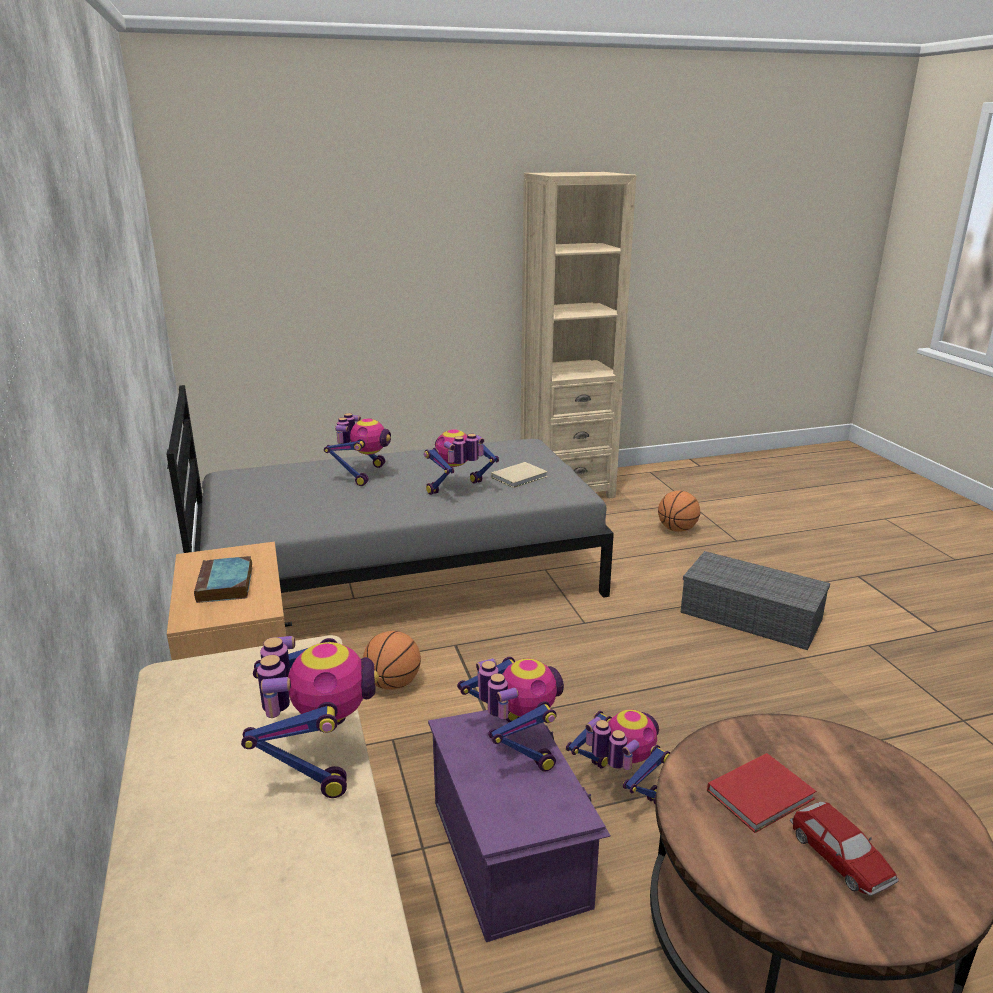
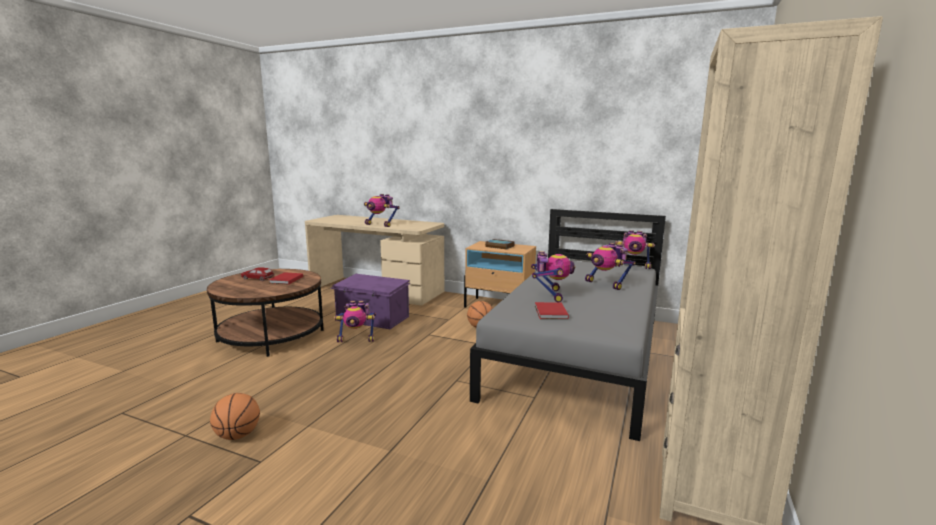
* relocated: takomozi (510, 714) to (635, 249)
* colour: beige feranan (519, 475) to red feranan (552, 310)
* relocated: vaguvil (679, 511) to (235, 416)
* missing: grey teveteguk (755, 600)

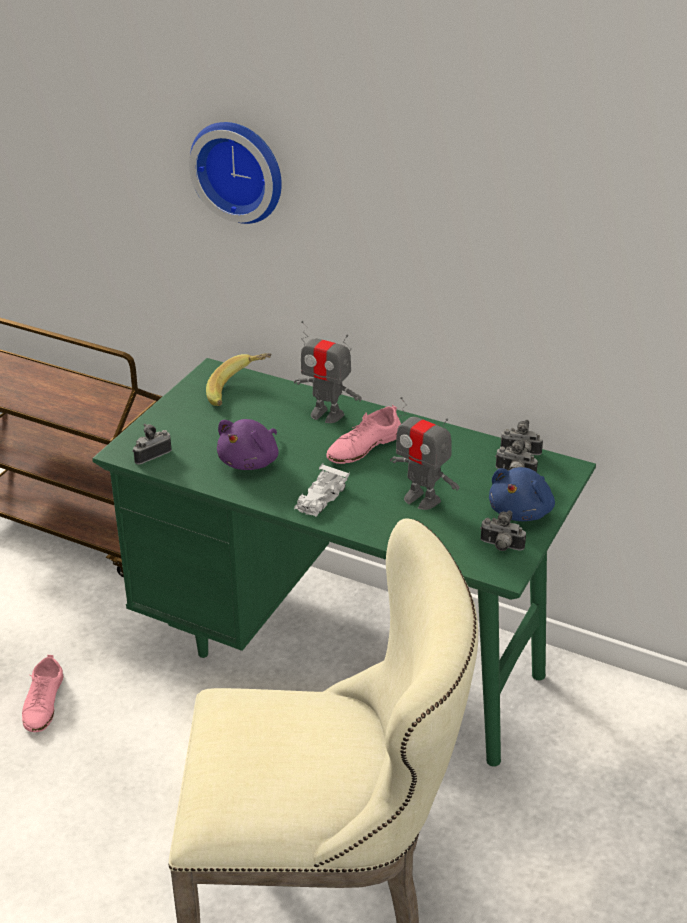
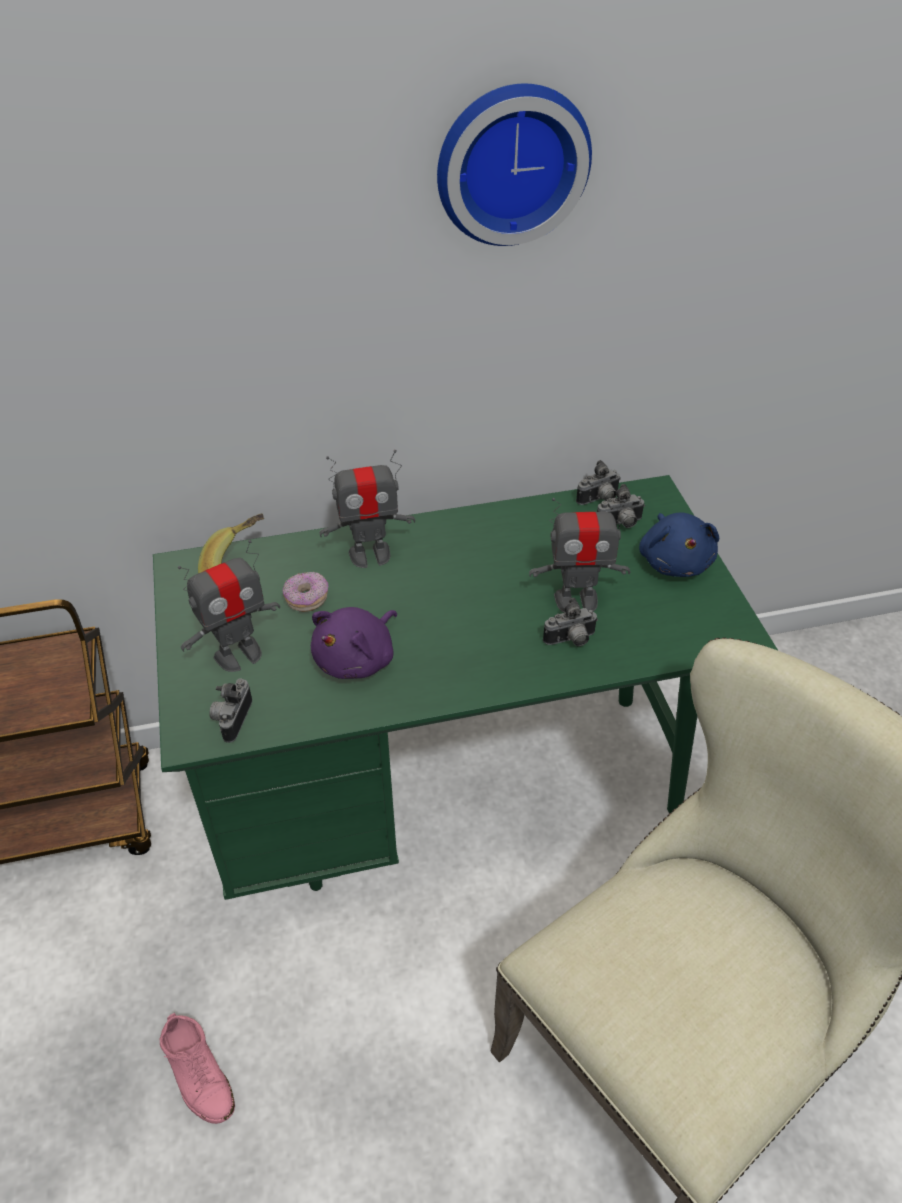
* relocated: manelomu (235, 173) to (514, 165)
* spun: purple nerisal (248, 444) = (354, 643) 45 degrees clockwise
* missing: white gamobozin (322, 490)
* missing: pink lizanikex (363, 434)
* relocated: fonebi (503, 531) to (570, 622)
* appeared: takomozi (229, 606)
* appeared: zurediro (305, 592)

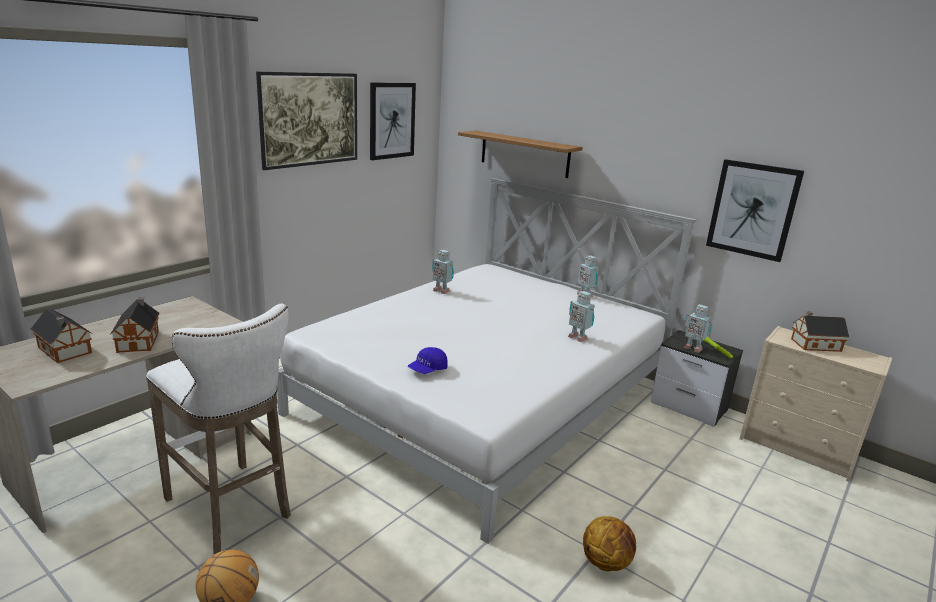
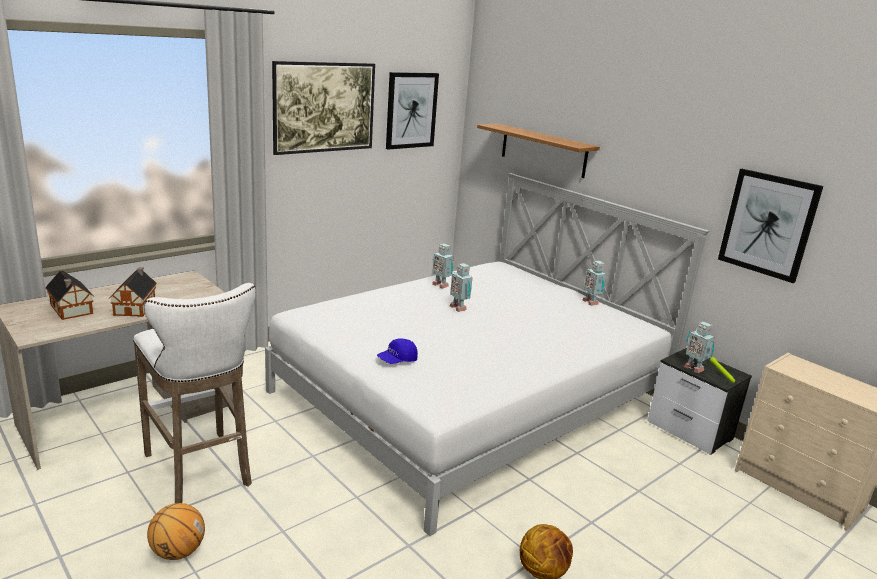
* relocated: takomozi (581, 316) to (461, 287)
* missing: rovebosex (820, 331)

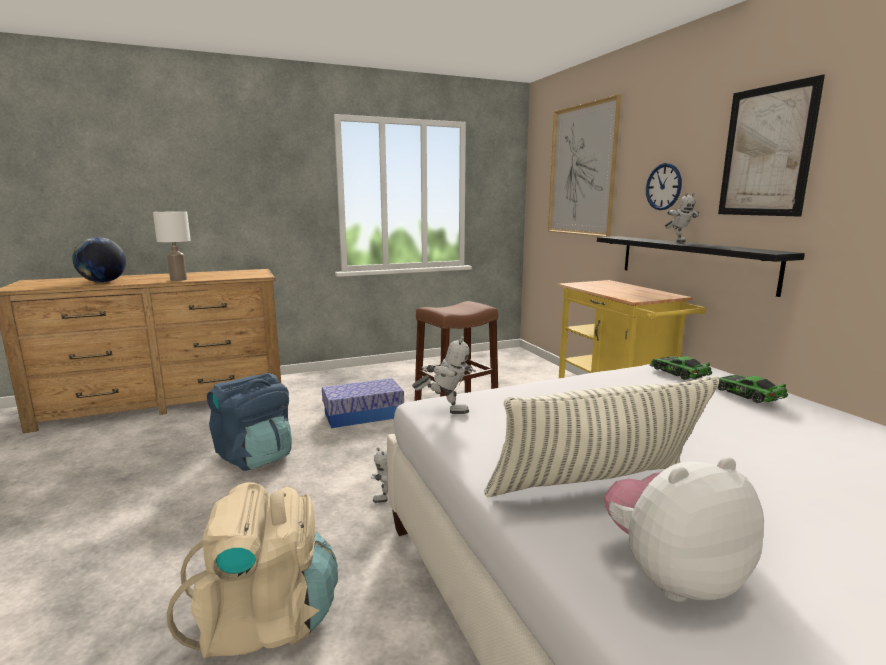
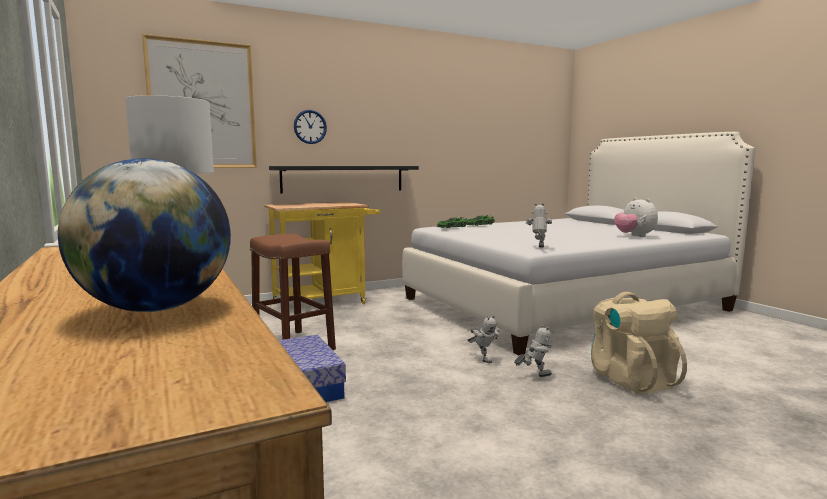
* missing: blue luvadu (249, 422)
* missing: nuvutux (601, 436)
* relocated: takomozi (682, 218) to (533, 350)
* missing: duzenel (771, 145)

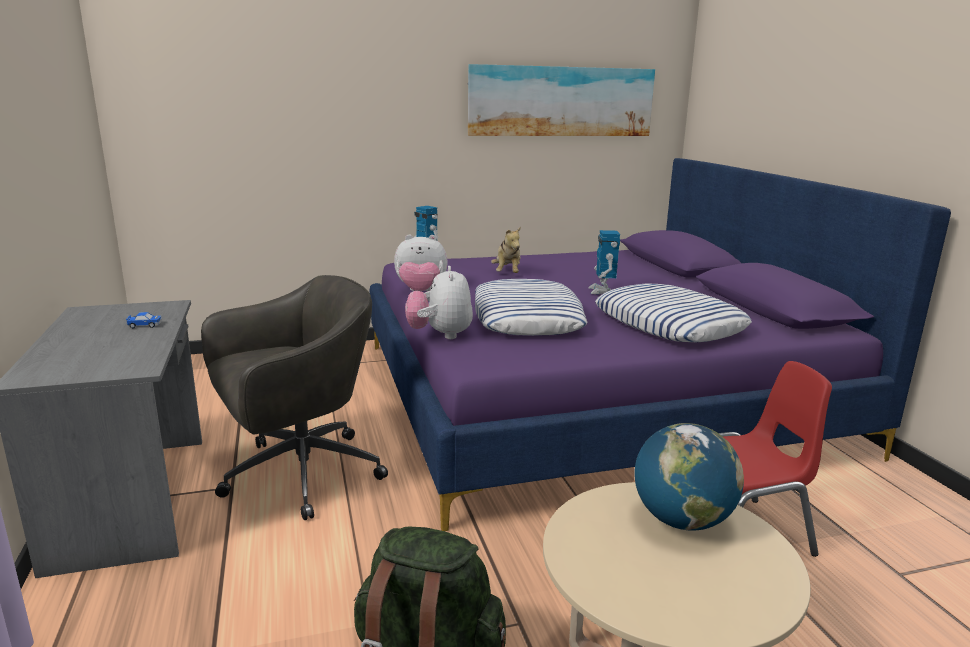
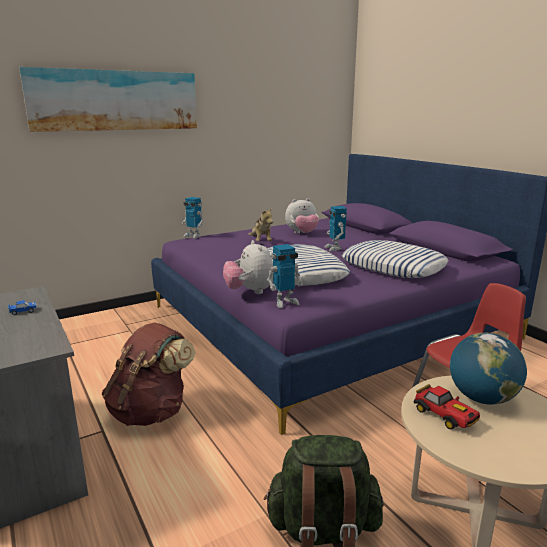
* exchanged: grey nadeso (294, 397) to brown luvadu (148, 374)
* relocated: nerisal (421, 262) to (302, 216)
* relocated: duzenel (561, 100) to (108, 99)
* appeared: takomozi (285, 276)
* appeared: gamobozin (446, 407)

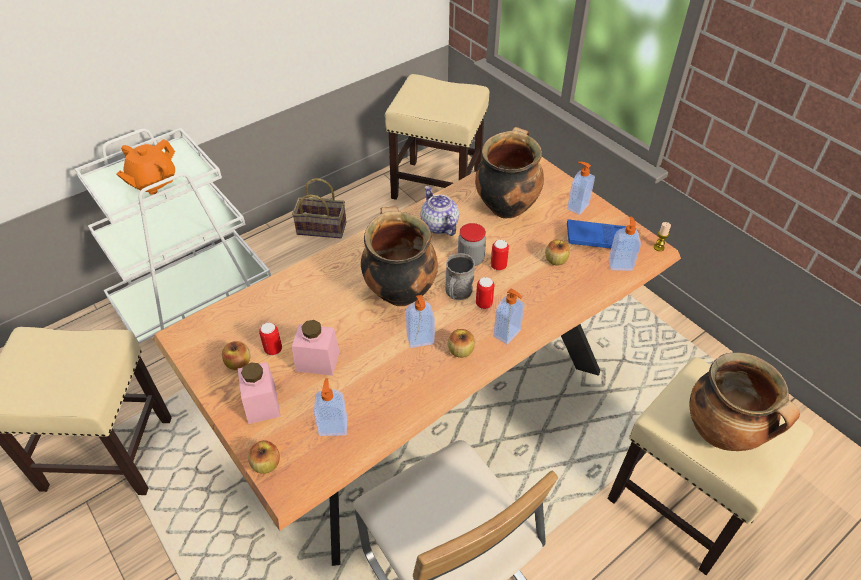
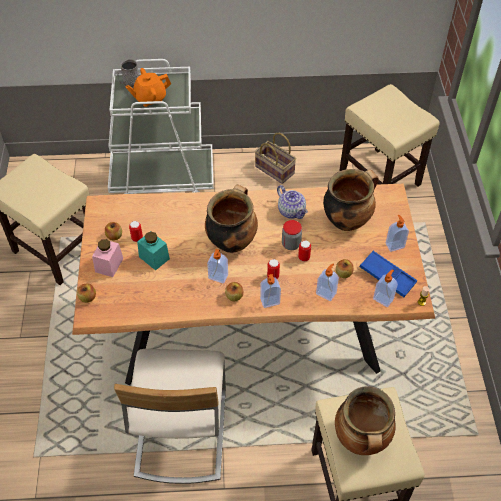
* colour: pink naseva (316, 348) to turquoise naseva (153, 250)
* relocated: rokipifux (330, 407) to (327, 282)
* spun: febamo (440, 211) = (292, 202) 135 degrees clockwise
* relocated: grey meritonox (460, 276) to (128, 73)

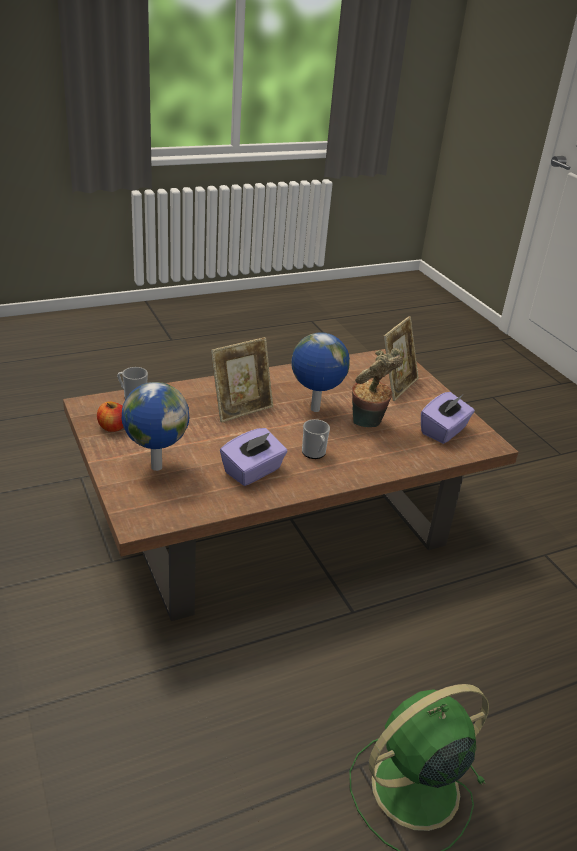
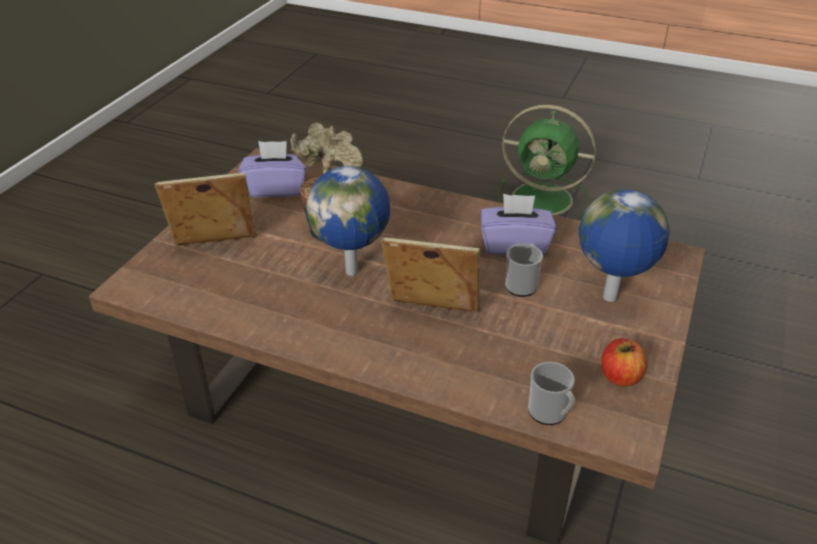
* relocated: meritonox (316, 439) to (524, 270)

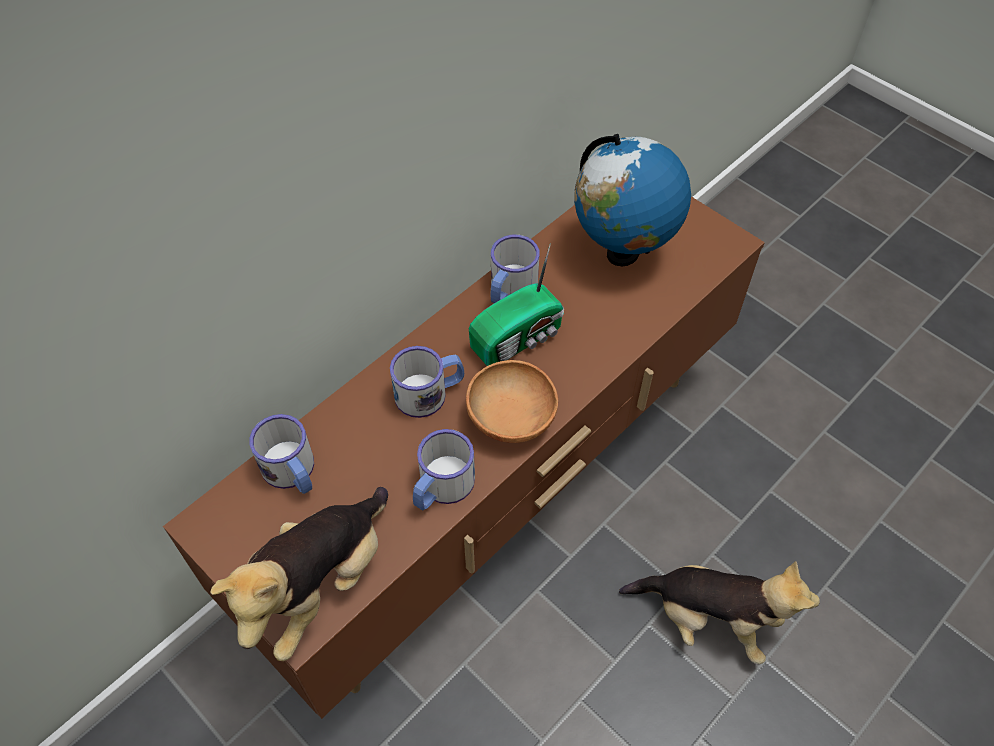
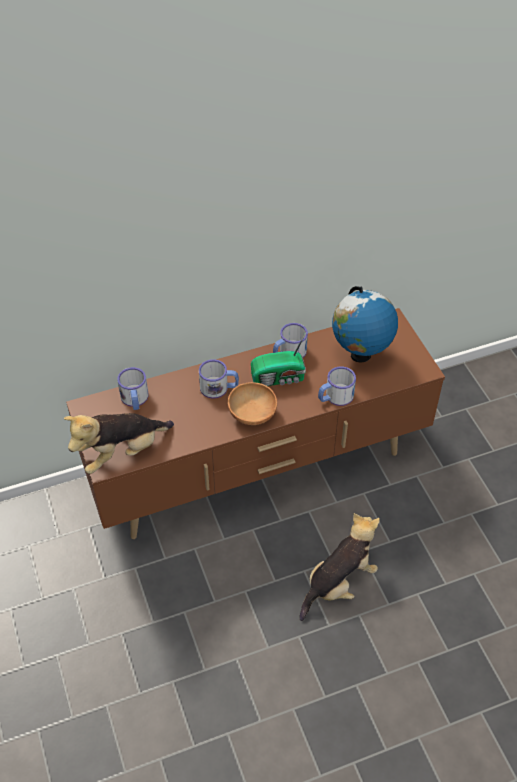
* relocated: meritonox (444, 470) to (337, 386)
* spun: nerisal (719, 613) = (340, 567) 90 degrees counterclockwise

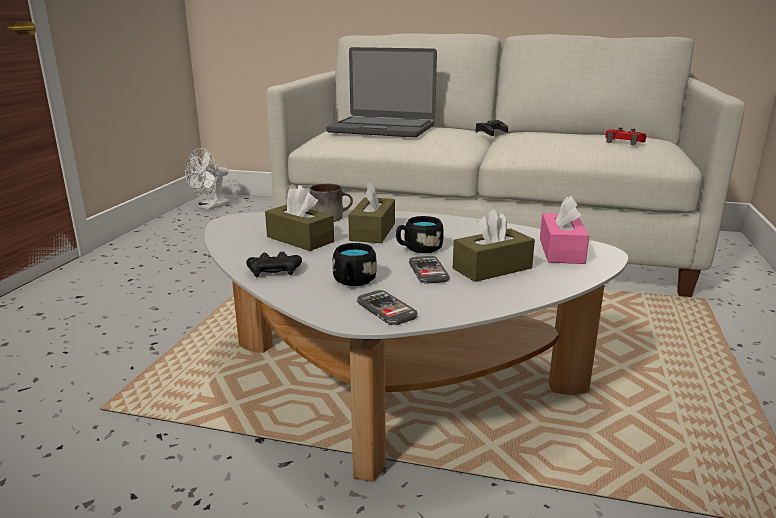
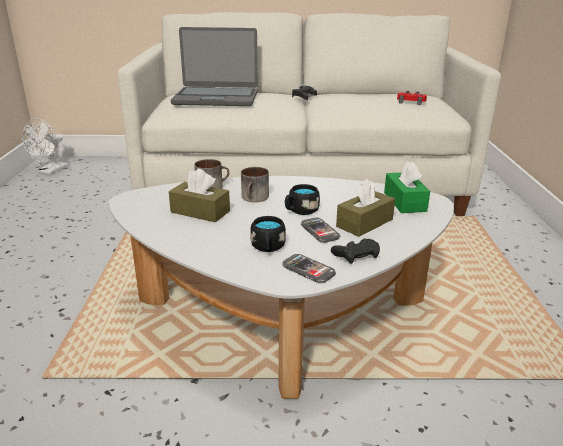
* relocated: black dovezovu (274, 264) to (355, 251)
* exchanged: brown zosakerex (371, 212) to meritonox (255, 184)
* colour: pink zosakerex (564, 230) to green zosakerex (407, 187)

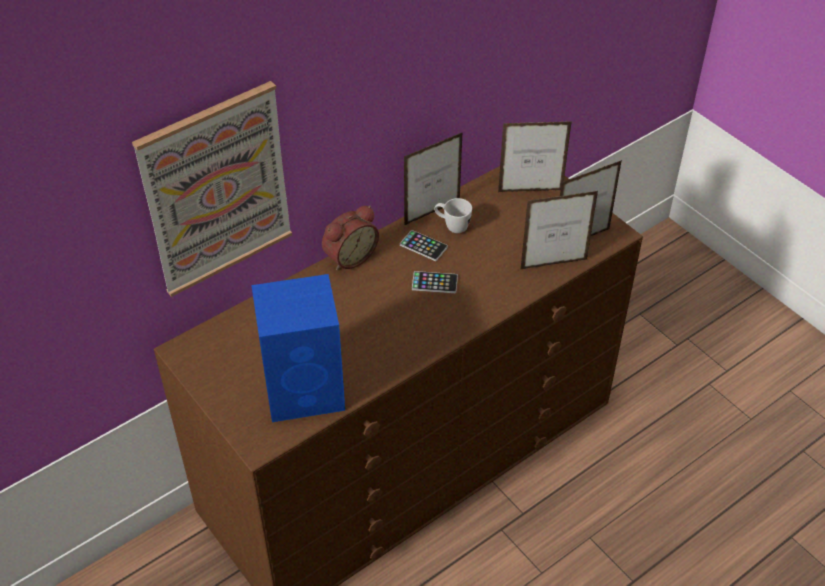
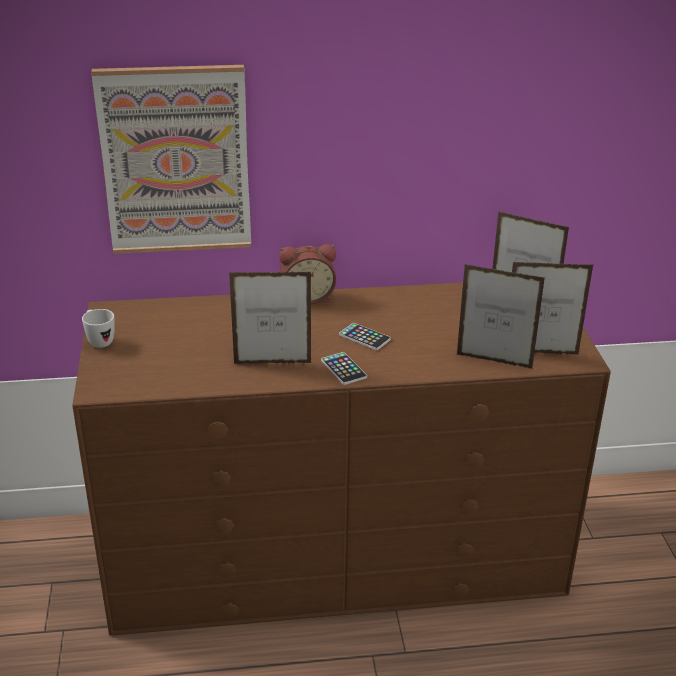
* missing: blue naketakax (298, 348)
* relocated: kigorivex (424, 245) to (344, 368)
* relocated: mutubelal (433, 179) to (270, 318)
* relocated: white meritonox (453, 215) to (98, 328)

